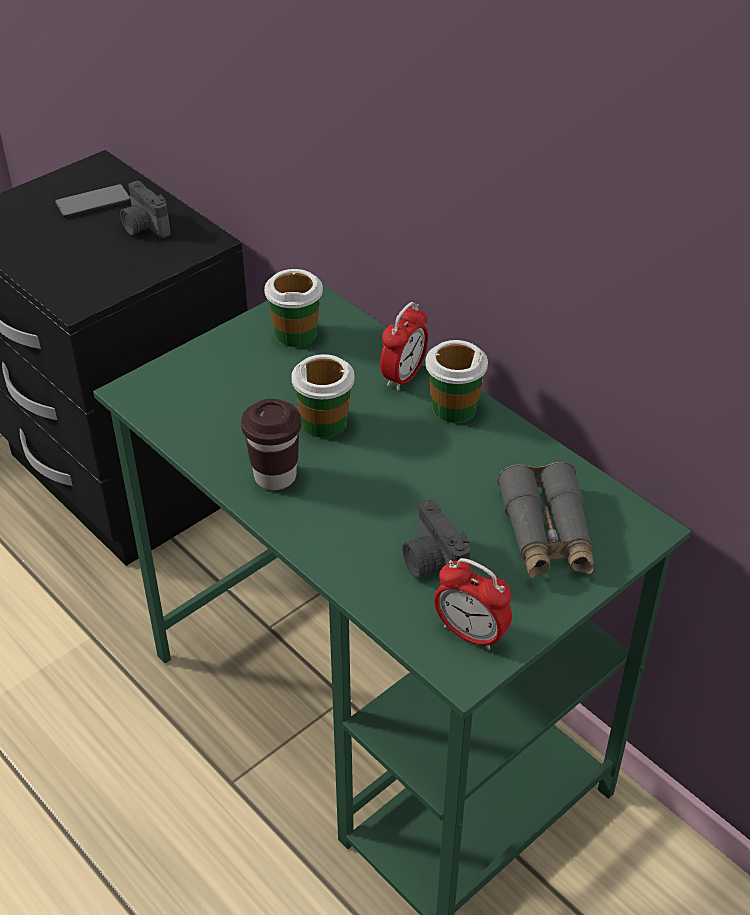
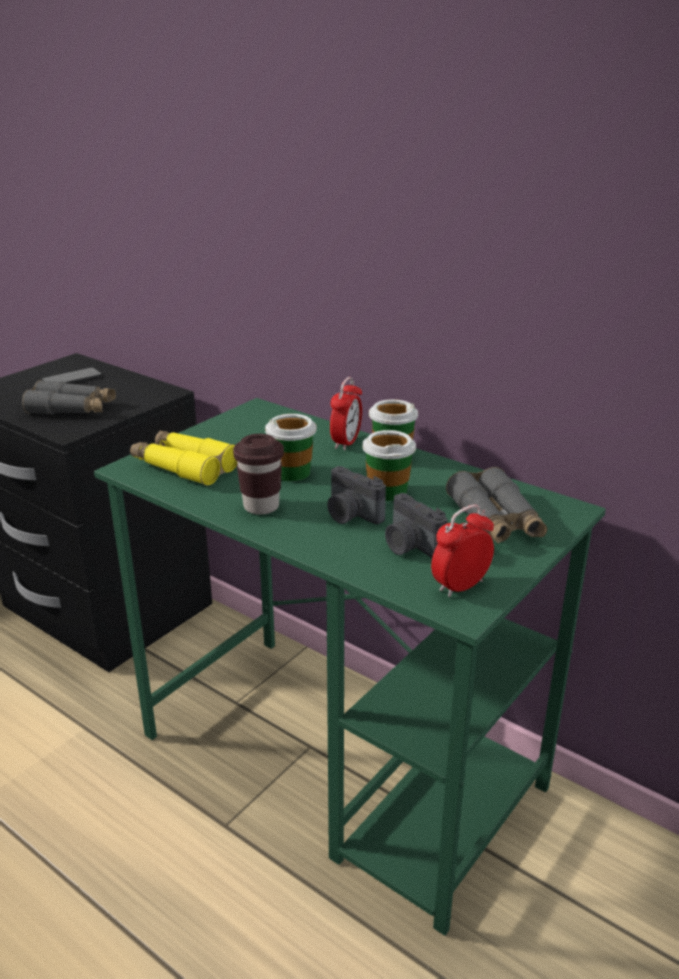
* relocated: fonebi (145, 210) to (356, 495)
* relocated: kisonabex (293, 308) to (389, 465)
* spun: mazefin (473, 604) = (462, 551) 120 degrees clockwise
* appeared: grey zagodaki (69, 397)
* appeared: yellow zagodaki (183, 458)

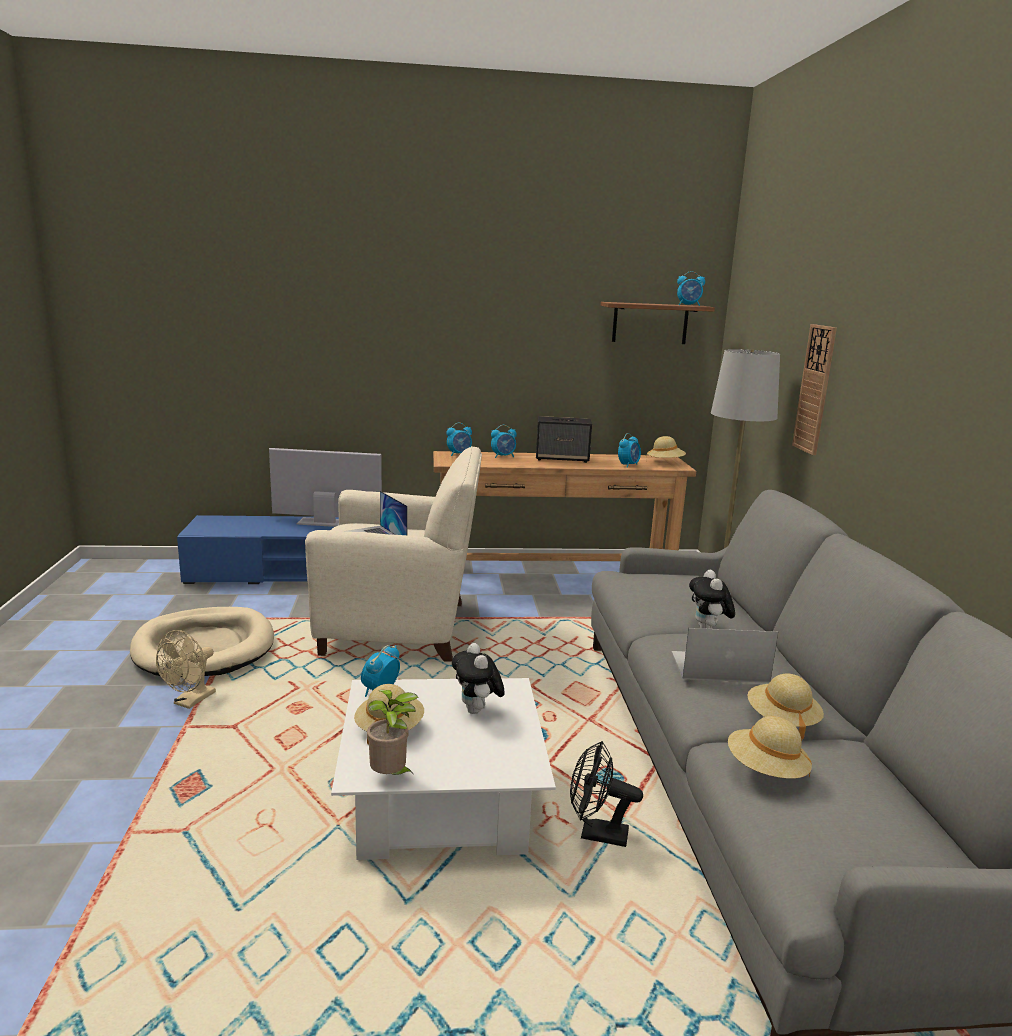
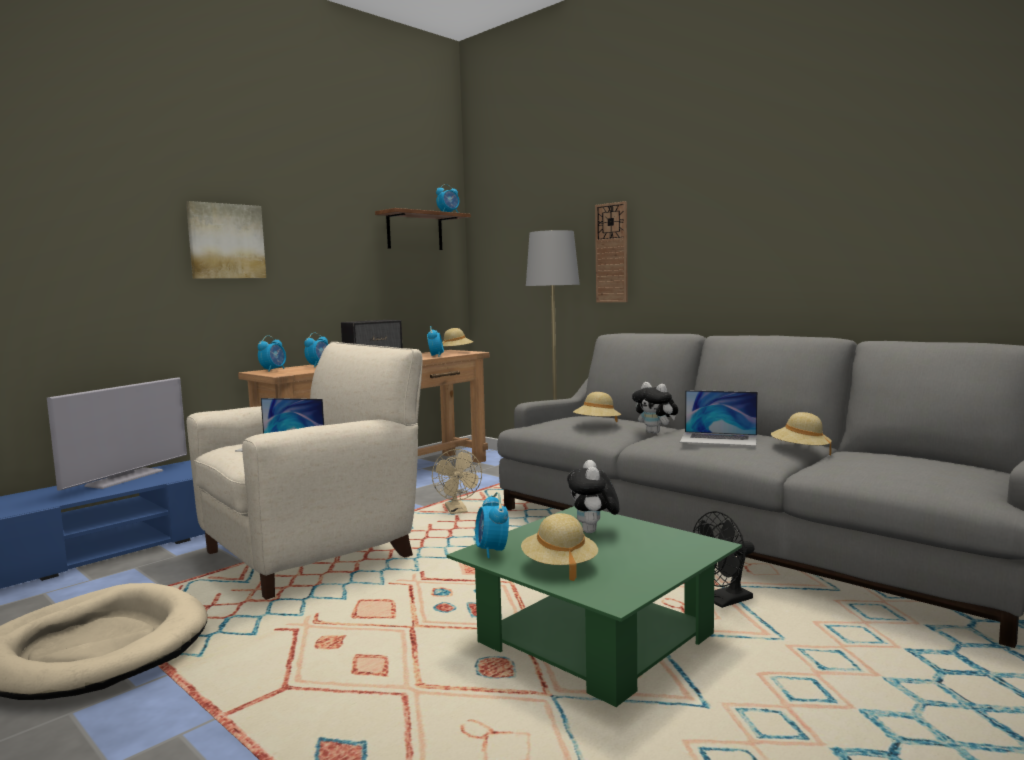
* relocated: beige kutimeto (186, 669) to (457, 481)
* spun: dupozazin (325, 487) = (117, 434) 150 degrees clockwise
* colour: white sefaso (443, 769) to green sefaso (594, 606)
* missing: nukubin (392, 732)
* spun: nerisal (478, 678) = (593, 496) 60 degrees clockwise
* spun: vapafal (724, 655) = (719, 418) 120 degrees counterclockwise
* relocated: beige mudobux (770, 747) to (597, 407)
* appeared: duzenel (226, 240)

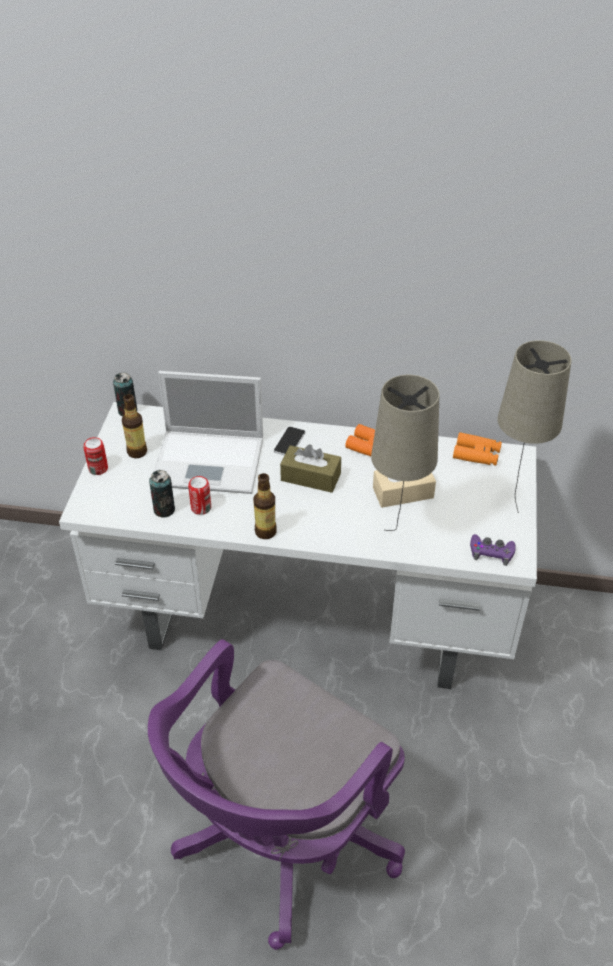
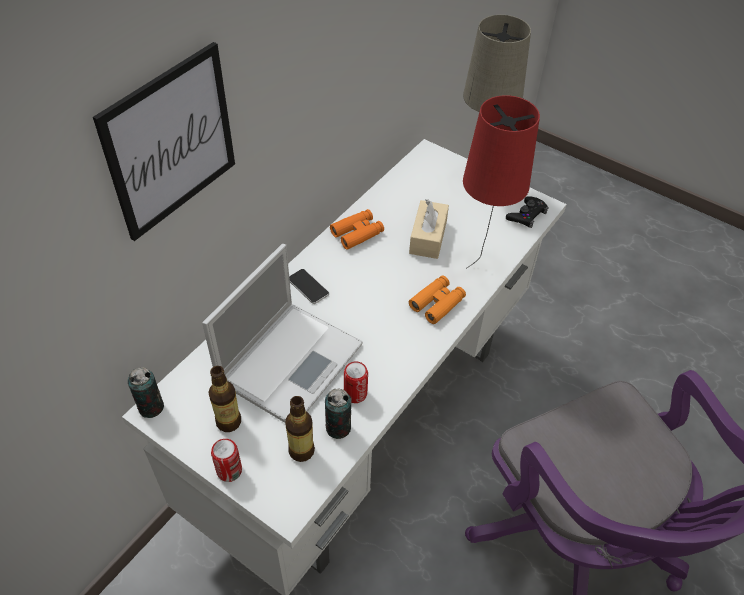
* relocated: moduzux (265, 506) to (300, 429)
* missing: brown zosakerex (310, 468)
* colour: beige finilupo (405, 453) to red finilupo (501, 182)
* relocated: orange zagodaki (477, 449) to (437, 299)
* colour: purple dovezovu (493, 550) to black dovezovu (527, 212)
* appeared: duzenel (164, 141)

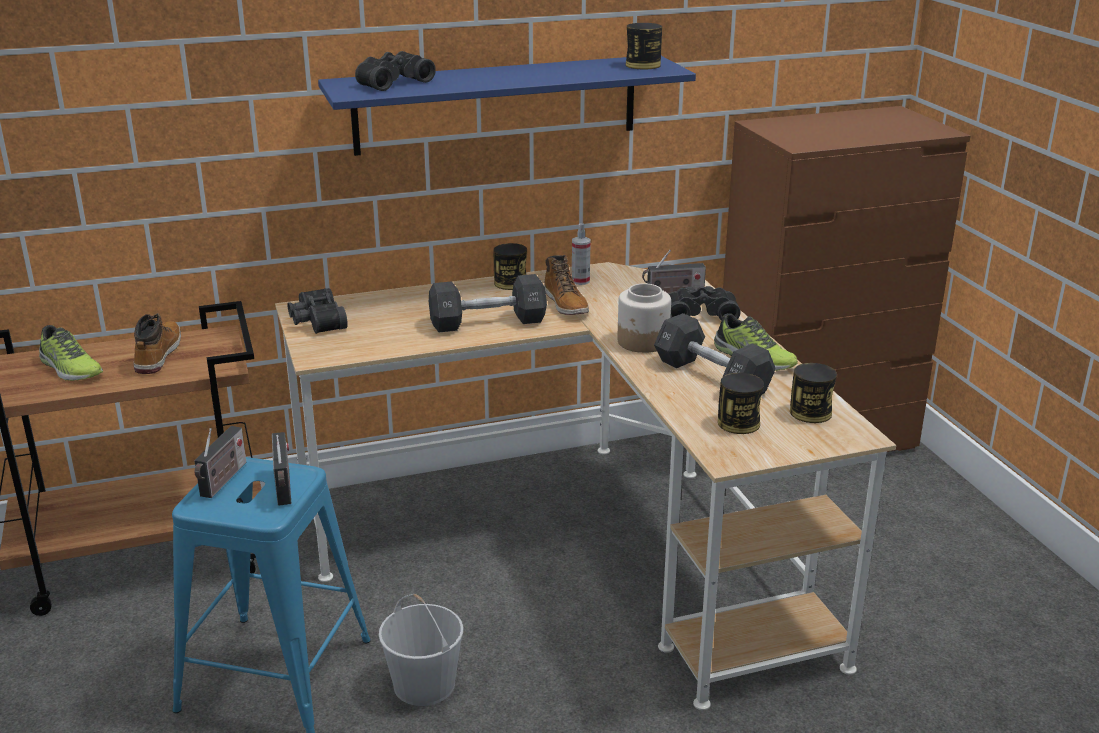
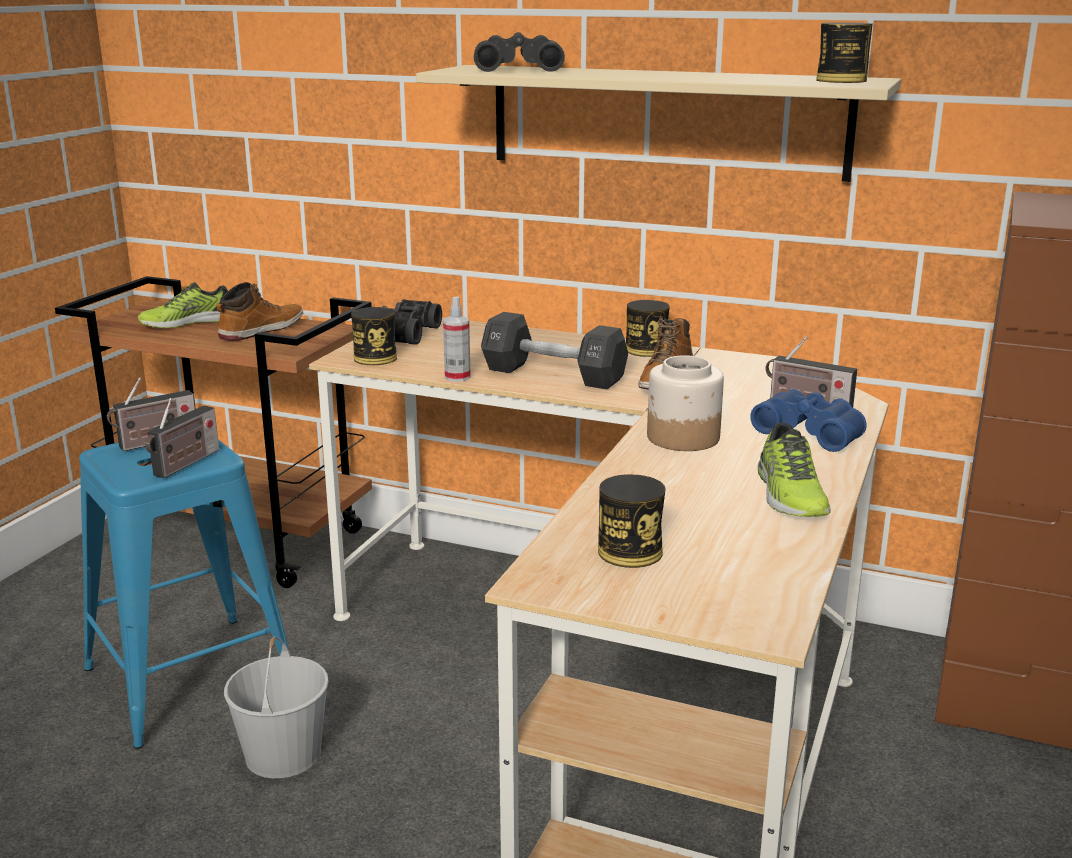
* spun: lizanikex (71, 353) = (183, 305) 75 degrees clockwise
* colour: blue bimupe (507, 106) to beige bimupe (658, 123)
* relocated: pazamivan (581, 254) to (457, 339)
* missing: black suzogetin (715, 353)
* colour: black zagodaki (704, 303) to blue zagodaki (808, 420)
* relocated: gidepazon (813, 393) to (374, 336)

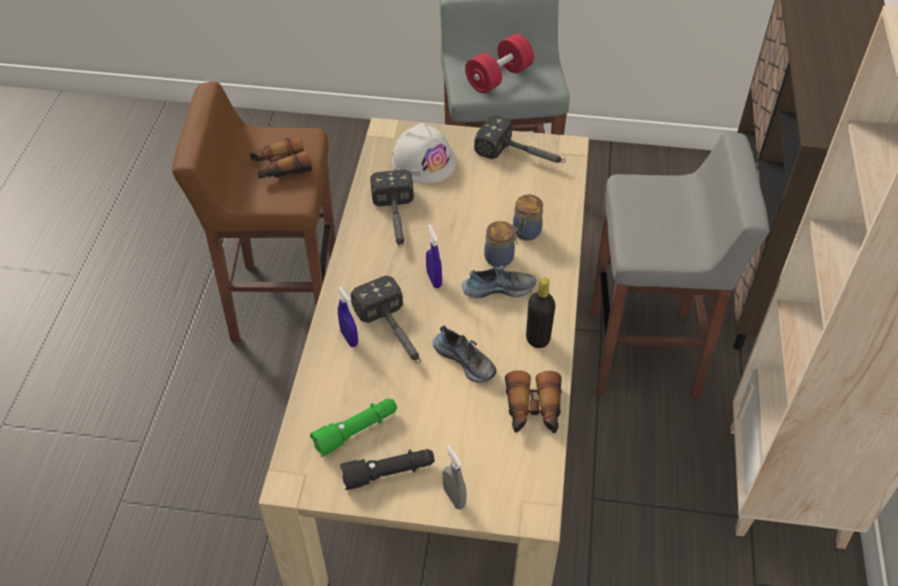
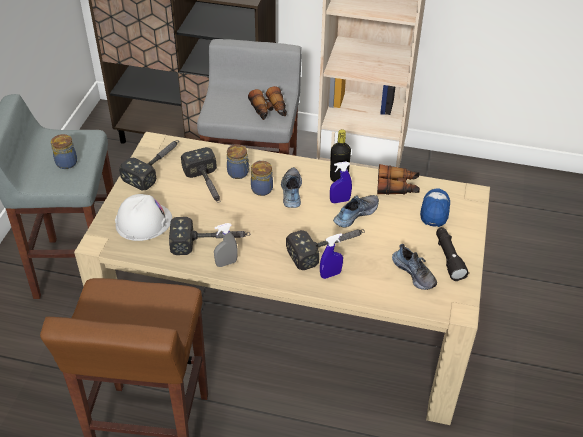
* relocated: zagodaki (281, 156) to (267, 103)
* exchanged: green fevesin (353, 428) to lizanikex (414, 267)
* relocated: blue pazamivan (434, 256) to (341, 182)
* relocated: grey pazamivan (454, 476) to (226, 245)
* exchanged: red suzogetin (499, 63) to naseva (64, 151)
* appeared: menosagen (200, 175)
* appeared: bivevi (435, 208)

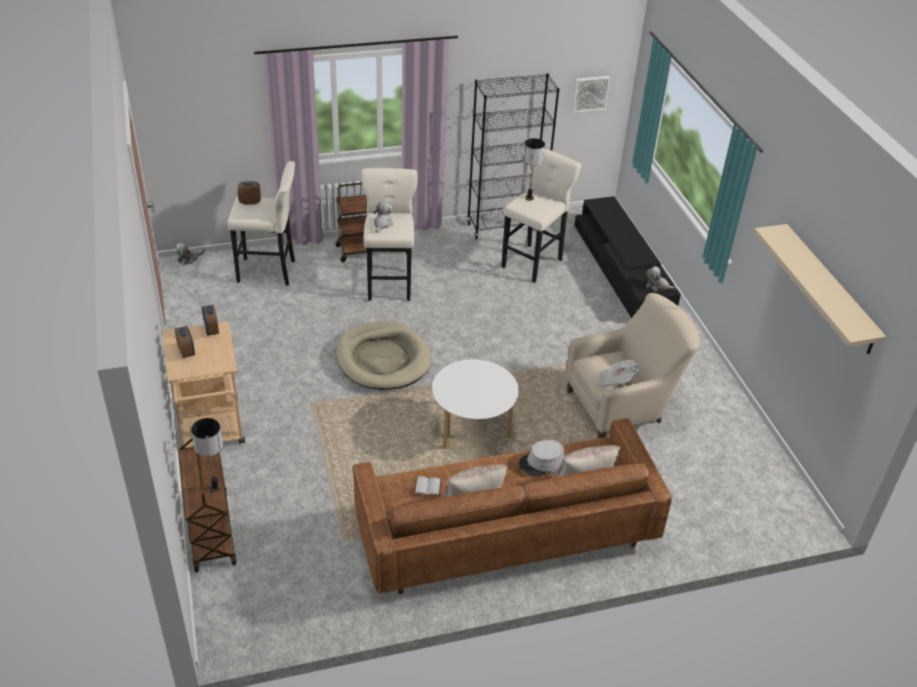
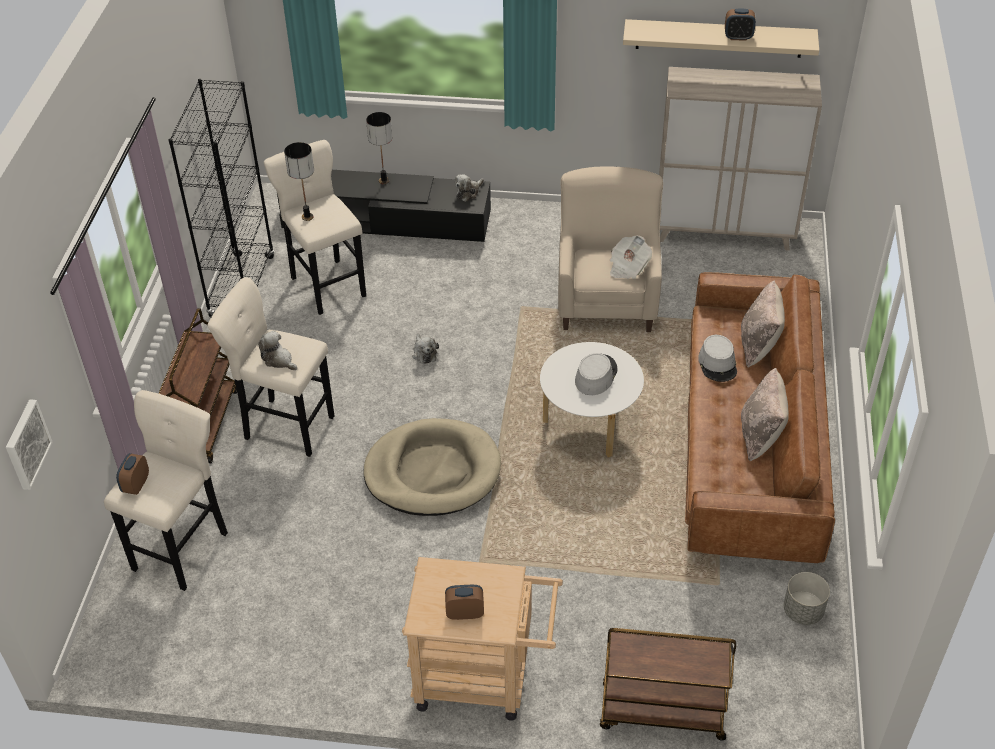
* relocated: nerisal (190, 254) to (425, 349)
* relocated: finilupo (207, 455) to (379, 148)
* relocated: mazefin (210, 320) to (740, 24)
* missing: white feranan (428, 486)
* relocated: duzenel (591, 94) to (29, 444)
* appeared: grey mudobux (596, 374)
* appeared: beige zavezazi (740, 159)
* appeared: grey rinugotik (807, 598)

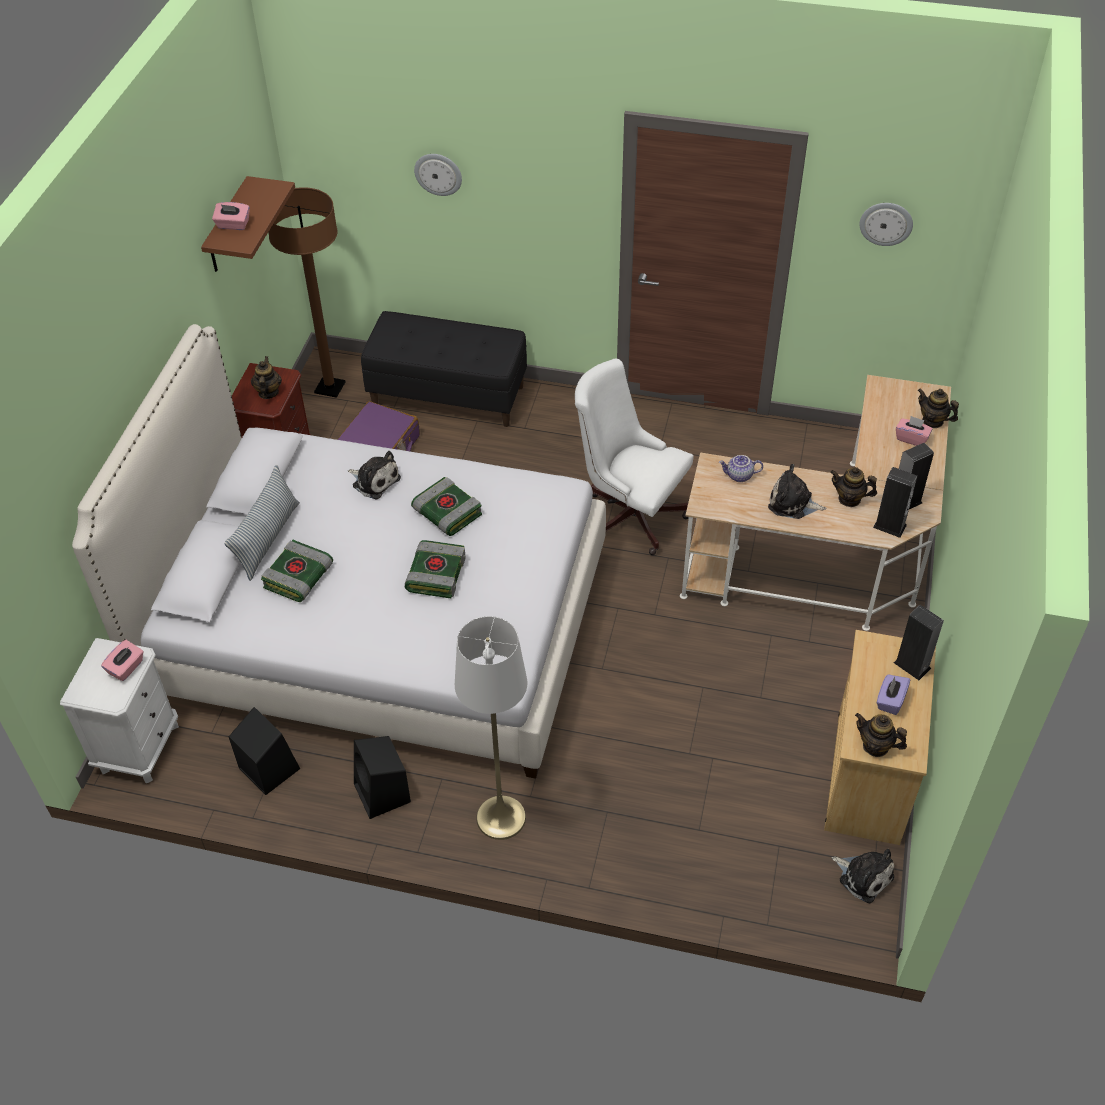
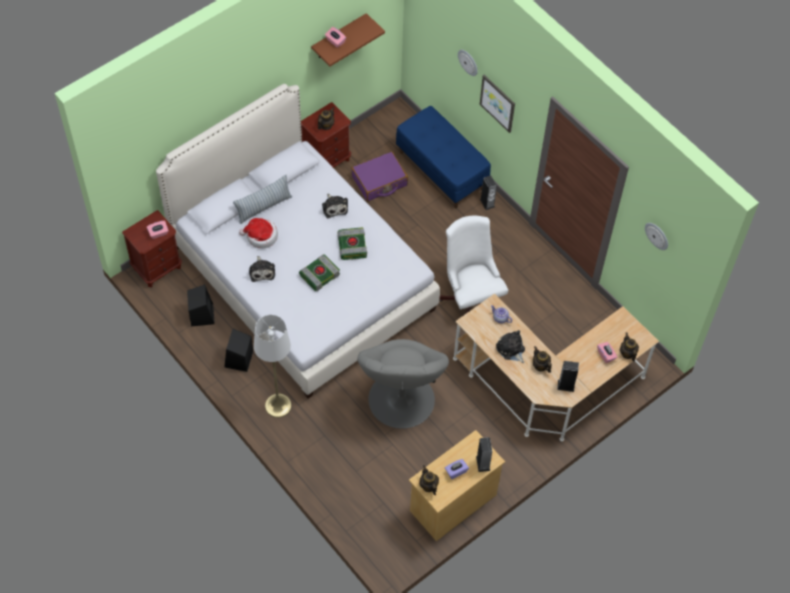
* colour: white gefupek (119, 711) to brown gefupek (152, 248)
* exchanged: feranan (297, 571) to mudobux (258, 233)
* missing: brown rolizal (306, 292)
* colour: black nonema (444, 369) to blue nonema (443, 157)
* relocated: nerisal (863, 876) to (262, 269)
* relocated: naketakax (895, 502) to (488, 192)
* appeared: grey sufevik (403, 384)
* appeared: duzenel (497, 104)

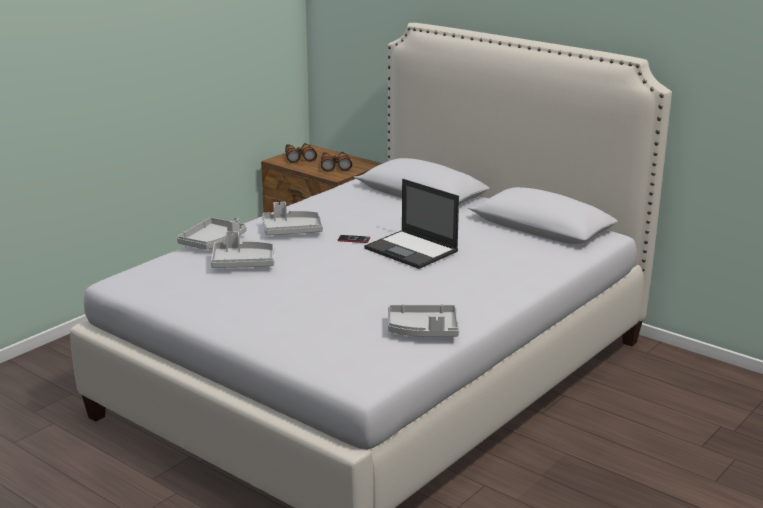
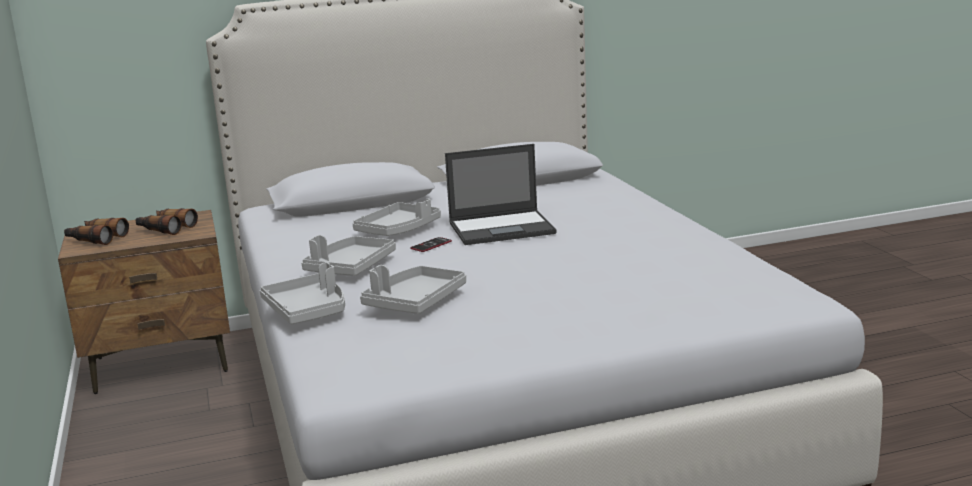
* relocated: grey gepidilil (423, 320) to (397, 217)

